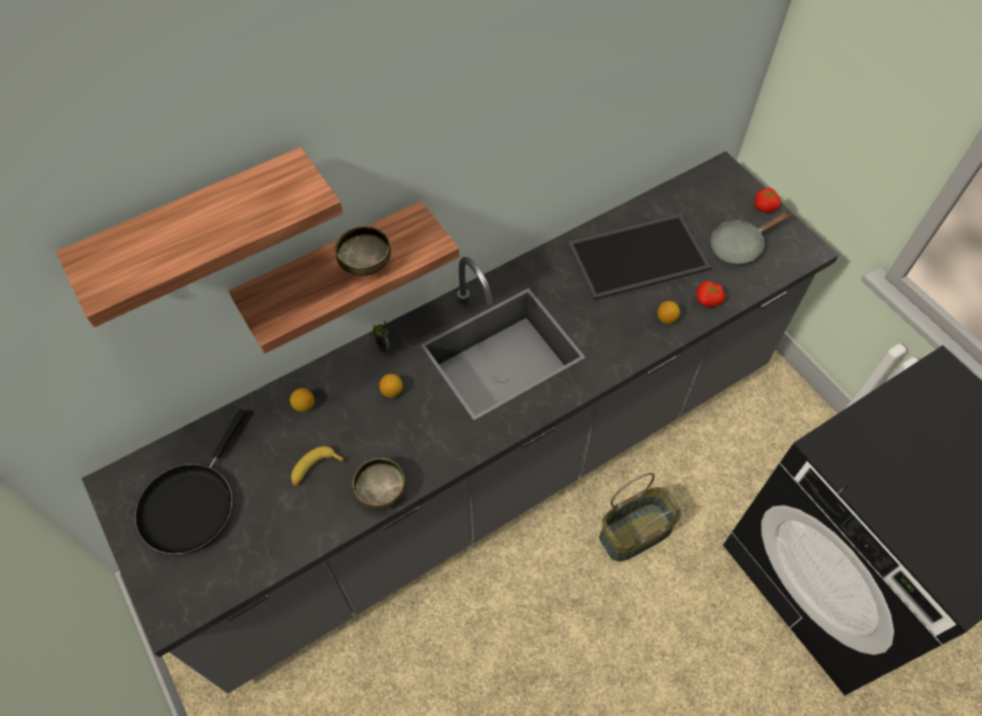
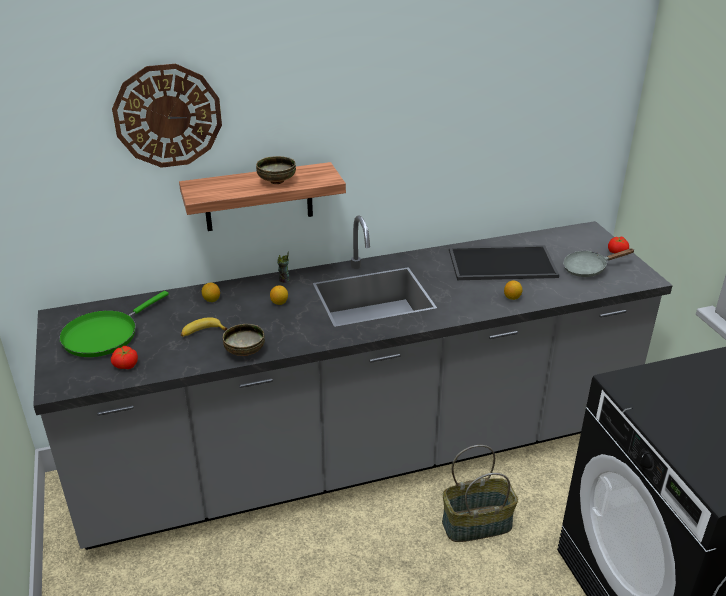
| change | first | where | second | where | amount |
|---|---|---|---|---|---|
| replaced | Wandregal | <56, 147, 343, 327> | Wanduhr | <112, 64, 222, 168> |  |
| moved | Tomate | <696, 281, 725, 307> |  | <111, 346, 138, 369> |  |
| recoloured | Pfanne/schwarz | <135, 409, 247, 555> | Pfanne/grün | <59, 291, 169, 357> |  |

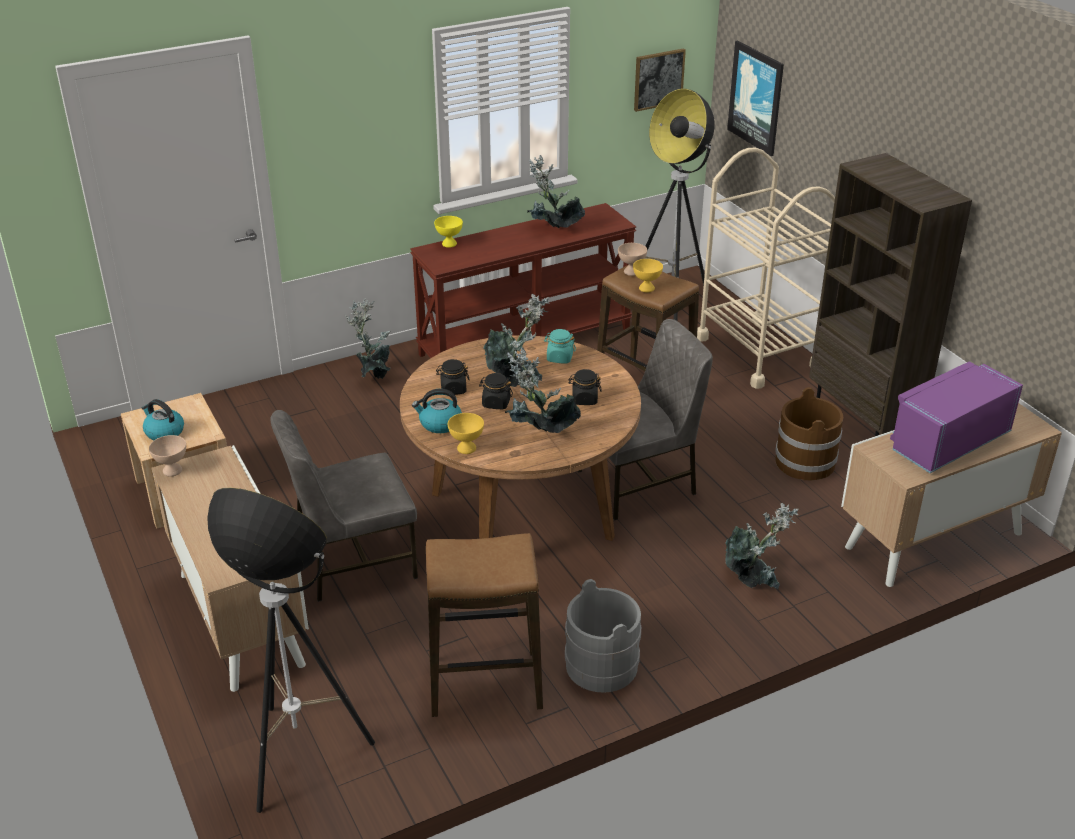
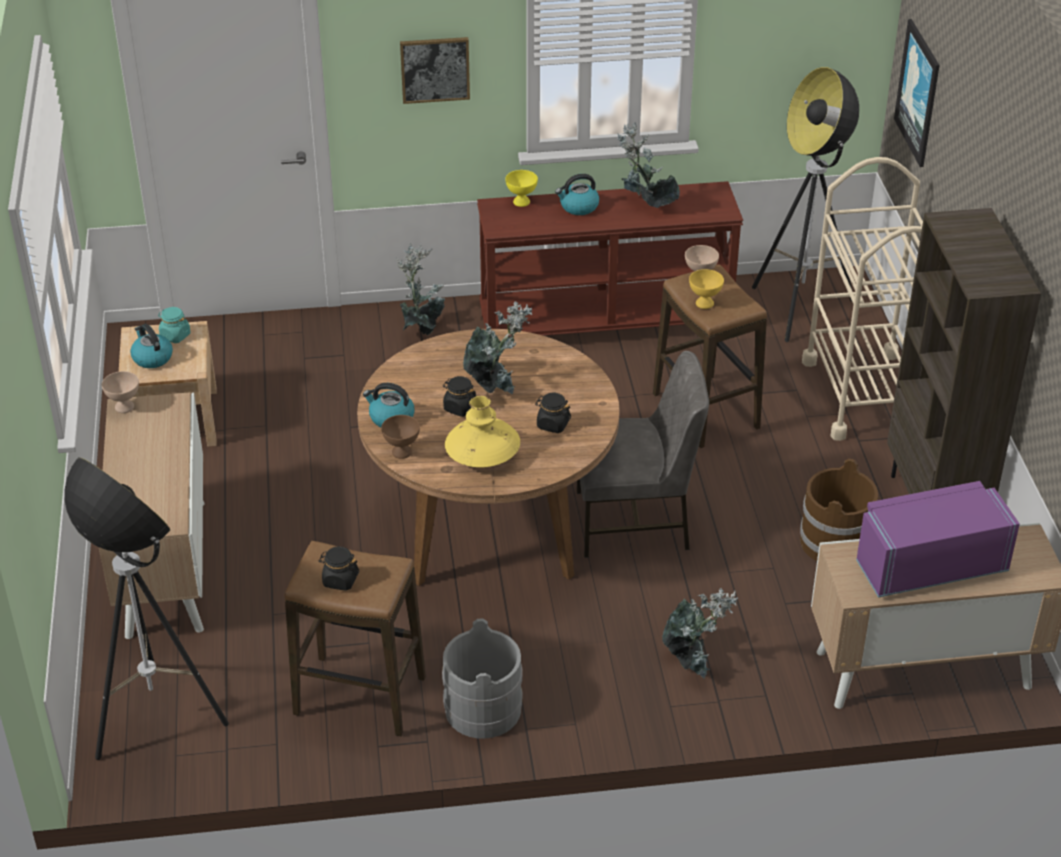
| change | first | where | second | where | amount |
|---|---|---|---|---|---|
| moved | Bild | <634, 48, 686, 112> |  | <400, 37, 470, 104> |  |
| moved | Vorratsglas/türkis | <544, 329, 576, 363> |  | <158, 307, 191, 343> |  |
| replaced | Topfpflanze | <505, 347, 581, 433> | Vase/gelb | <445, 396, 520, 468> |  |
| moved | Vorratsglas/schwarz | <436, 359, 470, 395> |  | <318, 546, 359, 591> |  |
| removed | Stuhl/grau | <270, 410, 418, 602> |  |  |  |
| recoloured | Schüssel/gelb | <448, 413, 484, 454> | Schüssel/braun | <381, 415, 420, 459> |  |
| added |  |  | Wasserkessel | <555, 174, 599, 215> |  |

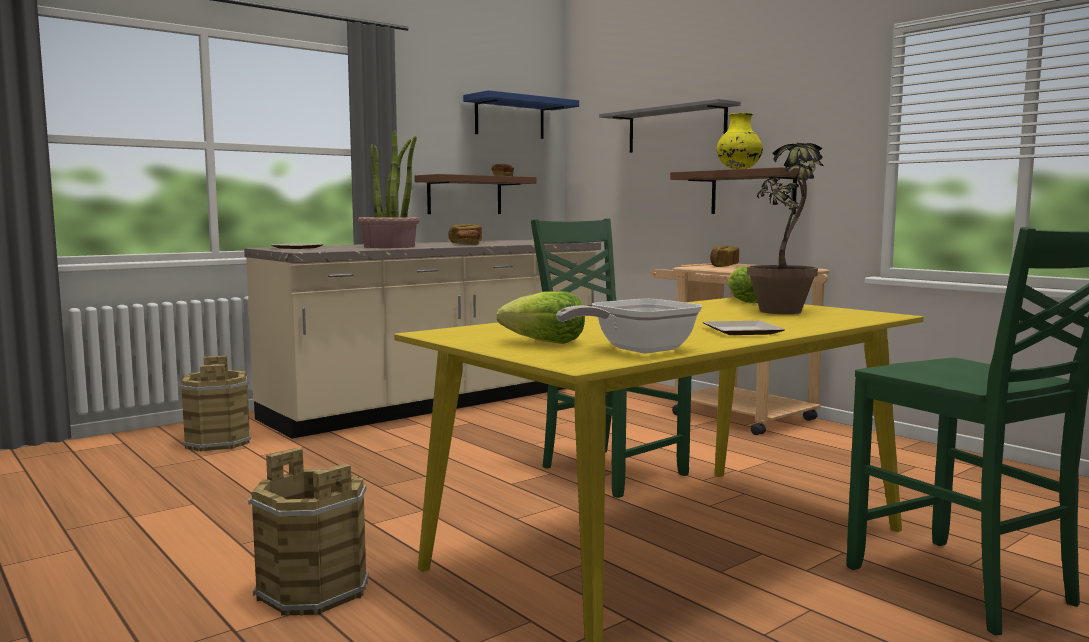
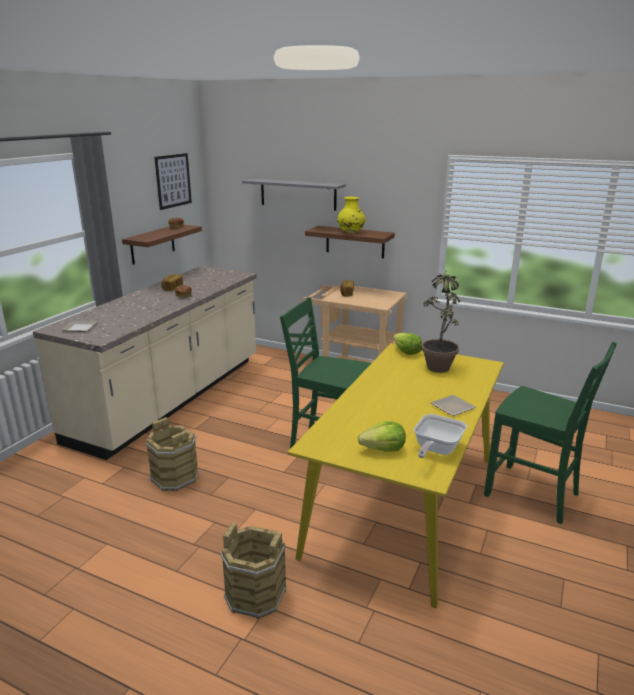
| change | first | where | second | where | amount |
|---|---|---|---|---|---|
| replaced | Wandregal/blau | <463, 90, 579, 139> | Bild | <154, 153, 192, 210> |  |
| removed | Topfpflanze | <358, 131, 419, 248> |  |  |  |
| moved | Eimer/braun | <179, 356, 251, 452> |  | <145, 417, 199, 491> |  |

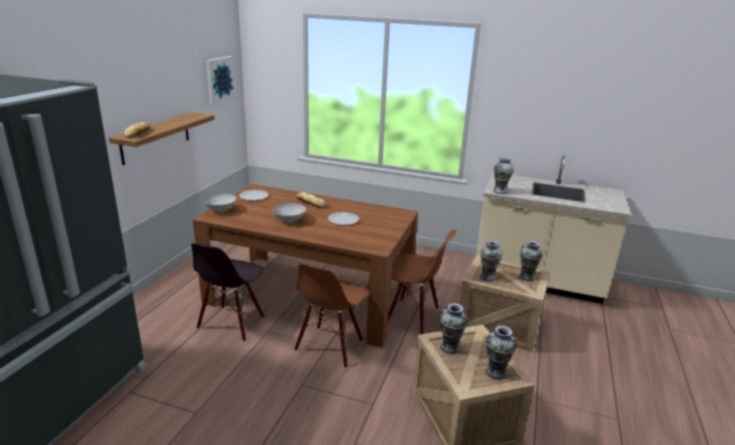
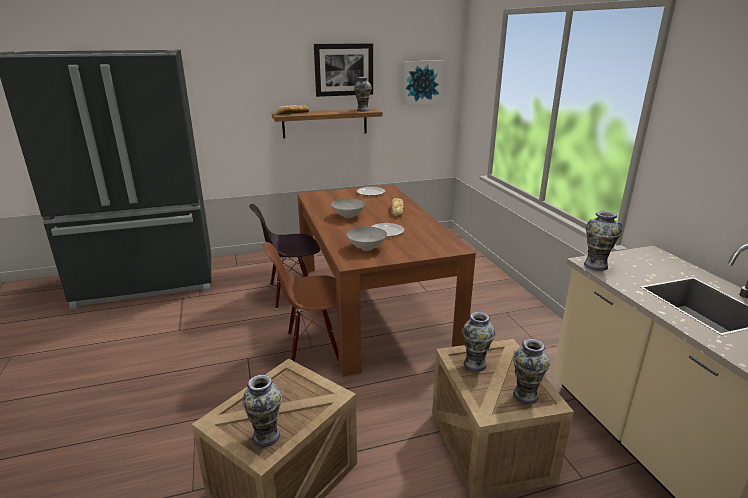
| change | first | where | second | where | amount |
|---|---|---|---|---|---|
| moved | Schüssel/grau | <203, 193, 237, 212> |  | <347, 227, 387, 250> |  |
| removed | Stuhl/braun | <388, 230, 456, 334> |  |  |  |
| moved | Vase | <439, 303, 468, 354> |  | <354, 77, 372, 111> |  |
| added |  |  | Bild | <314, 43, 373, 97> |  |

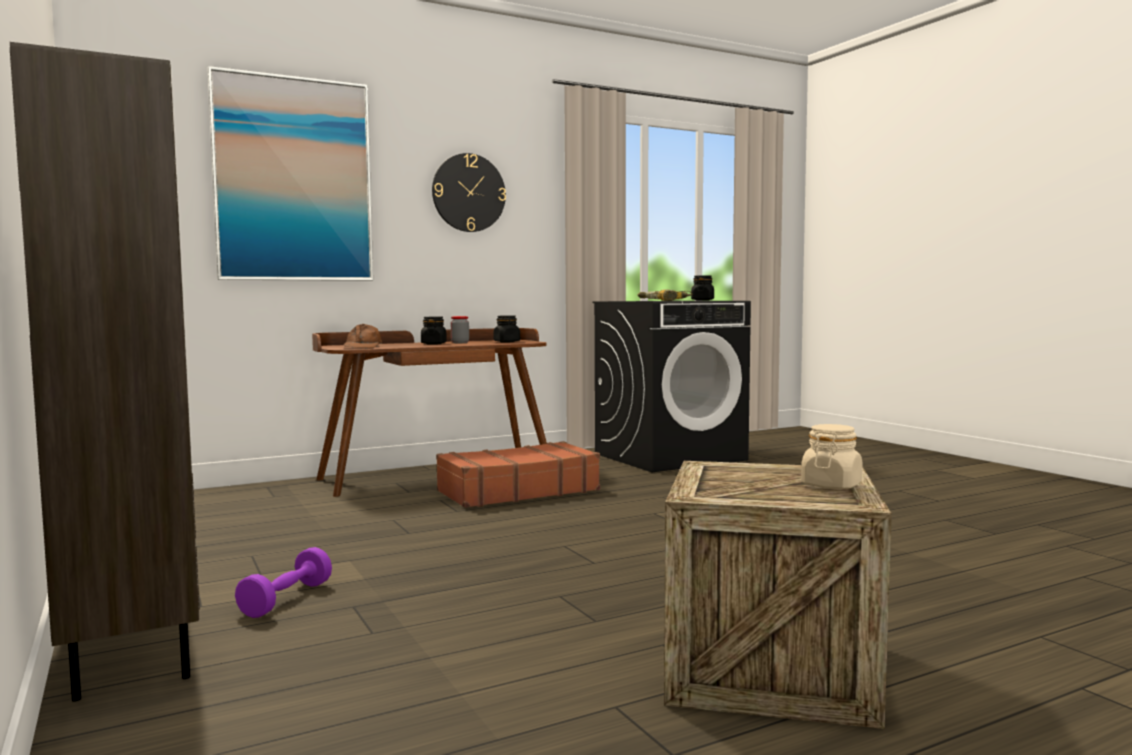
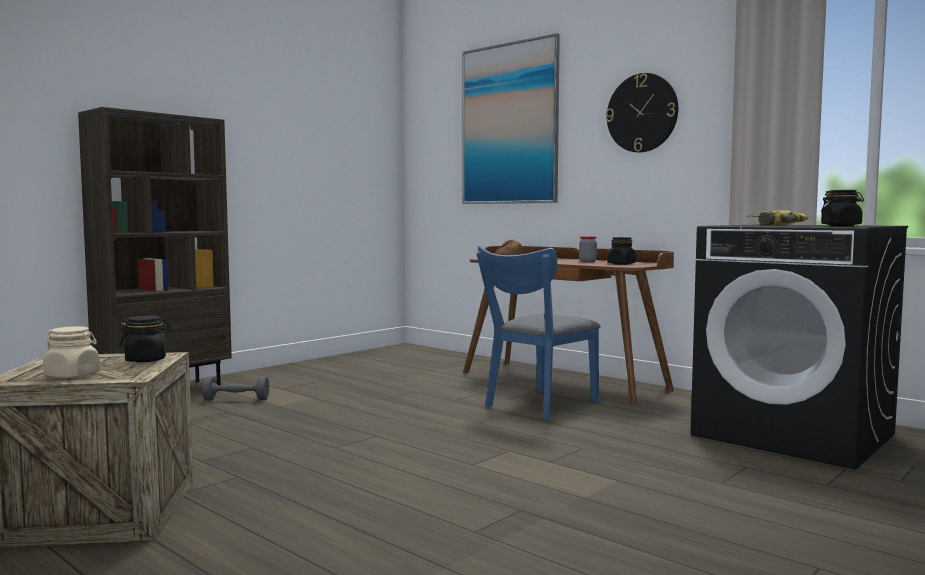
| change | first | where | second | where | amount |
|---|---|---|---|---|---|
| moved | Vorratsglas/schwarz | <421, 317, 447, 345> |  | <120, 316, 171, 362> |  |
| replaced | Koffer/braun | <436, 441, 600, 508> | Stuhl/blau | <477, 245, 600, 420> |  |
| recoloured | Hantel/lila | <235, 547, 332, 618> | Hantel/grau | <202, 376, 269, 400> |  |

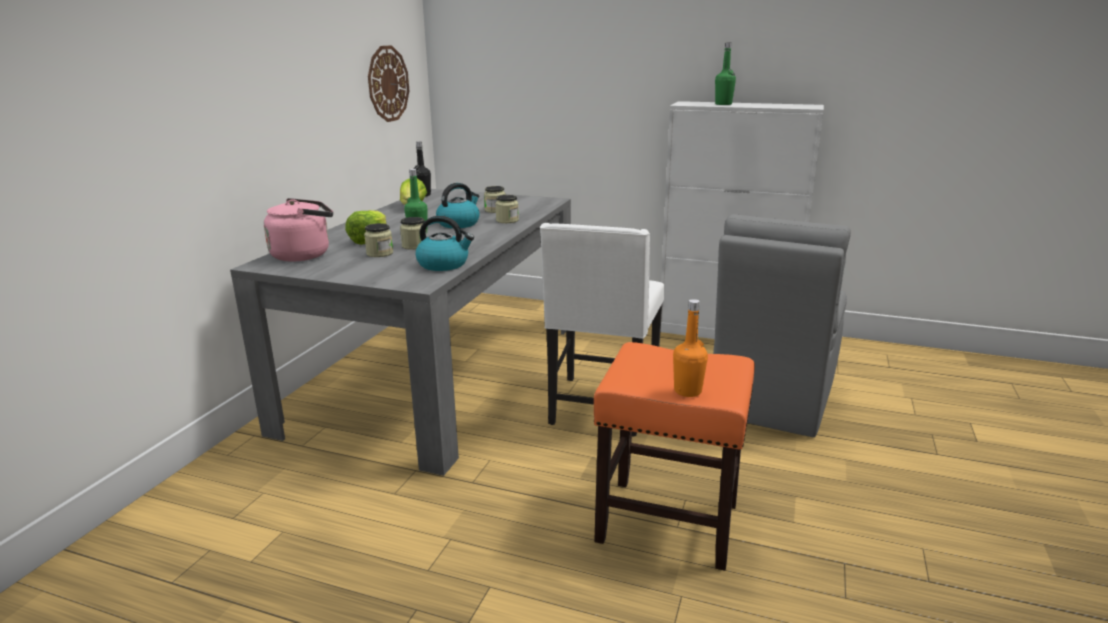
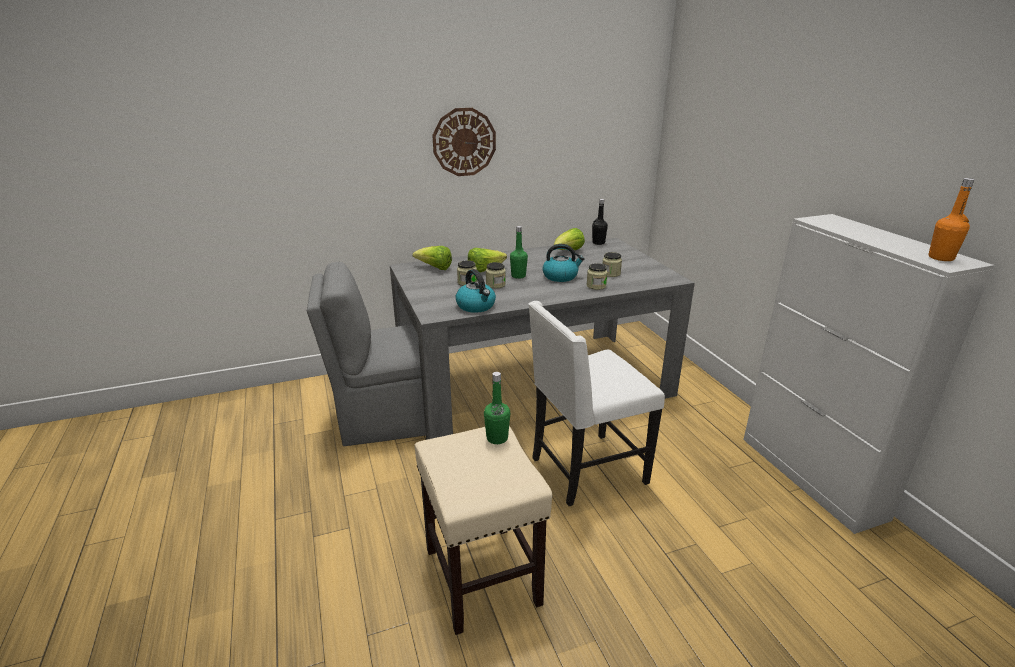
| change | first | where | second | where | amount |
|---|---|---|---|---|---|
| moved | Flasche/grün | <715, 43, 736, 105> |  | <484, 372, 510, 444> |  |
| moved | Wanduhr | <368, 45, 409, 122> |  | <432, 108, 496, 176> |  |
| replaced | Wasserkessel/rosa | <264, 198, 333, 262> | Salatkopf | <413, 246, 452, 270> |  |
| moved | Stuhl/grau | <713, 214, 851, 437> |  | <307, 261, 426, 446> |  |
| moved | Flasche/orange | <673, 299, 708, 397> |  | <928, 178, 974, 261> |  |
| recoloured | Hocker/orange | <594, 342, 755, 571> | Hocker/beige | <414, 426, 552, 635> |  |

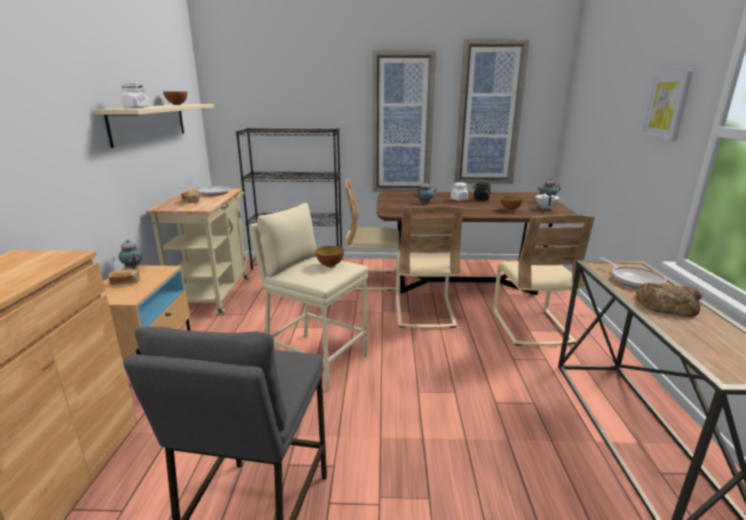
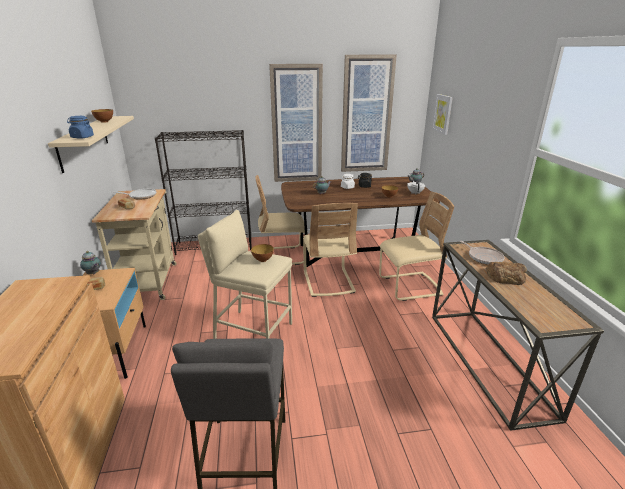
| change | first | where | second | where | amount |
|---|---|---|---|---|---|
| moved | Bild | <641, 71, 693, 141> |  | <432, 94, 453, 135> |  |
| recoloured | Vorratsglas/weiß | <121, 83, 149, 108> | Vorratsglas/blau | <67, 116, 94, 139> |  |
| turned | Stuhl/beige | <494, 215, 595, 346> |  | <379, 192, 454, 301> | 90 degrees counterclockwise |

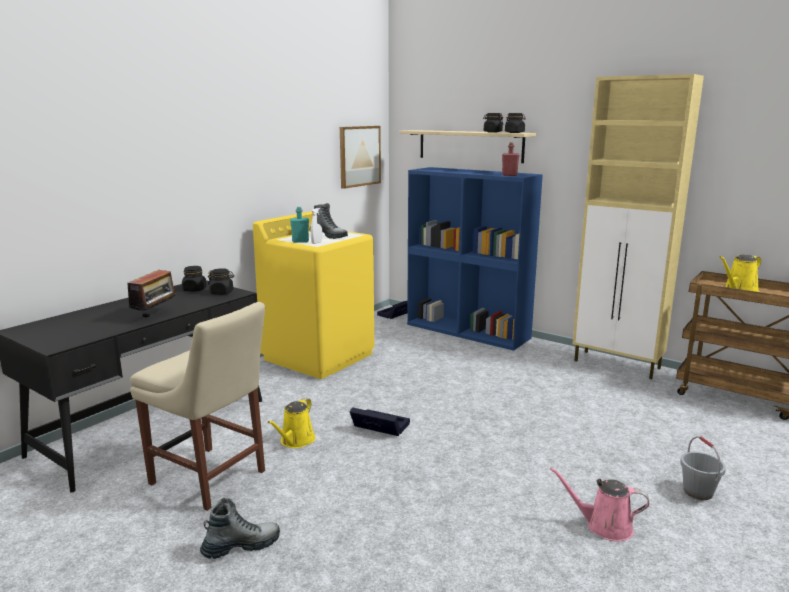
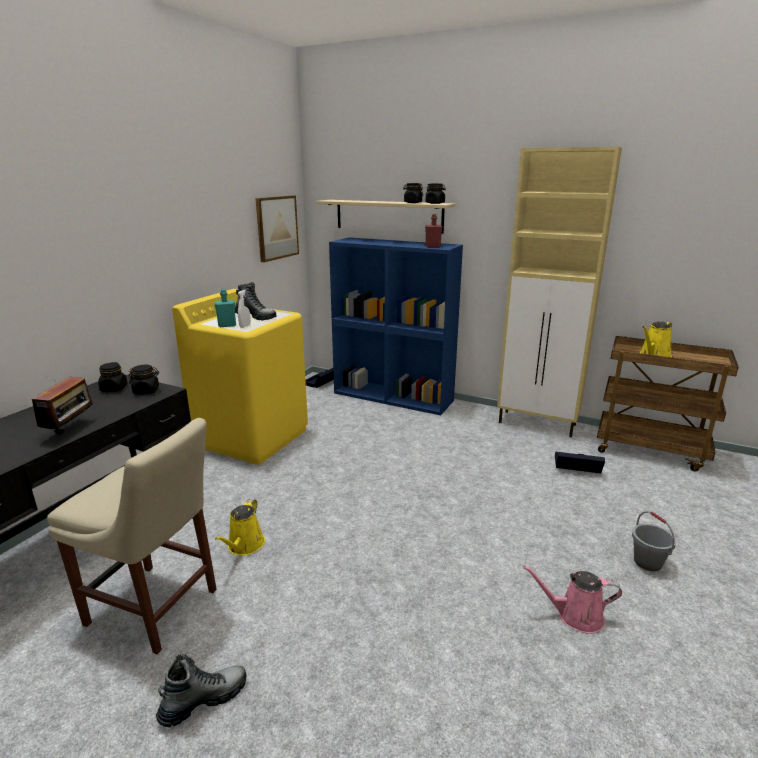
| change | first | where | second | where | amount |
|---|---|---|---|---|---|
| moved | Aufbewahrungsbox/schwarz | <350, 407, 410, 436> |  | <555, 452, 605, 473> |  |

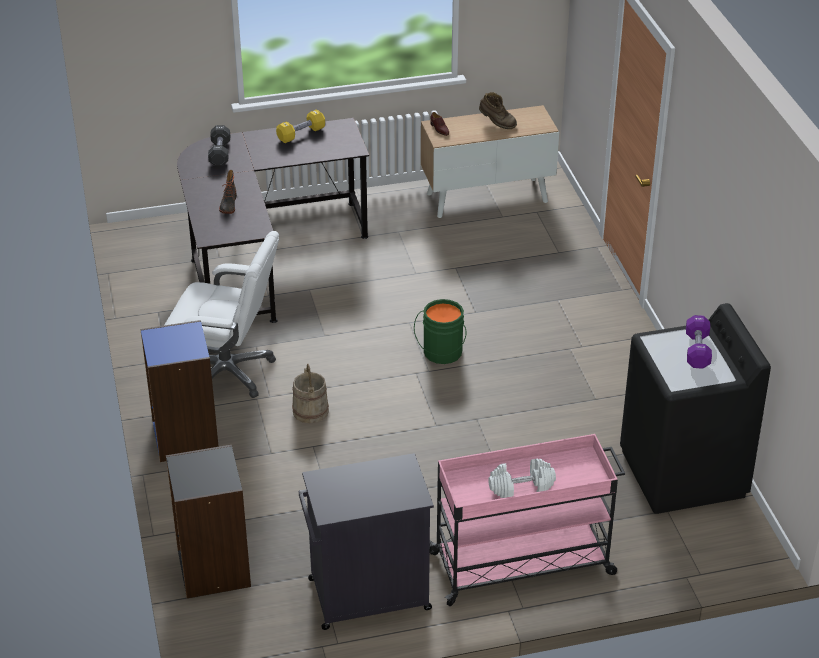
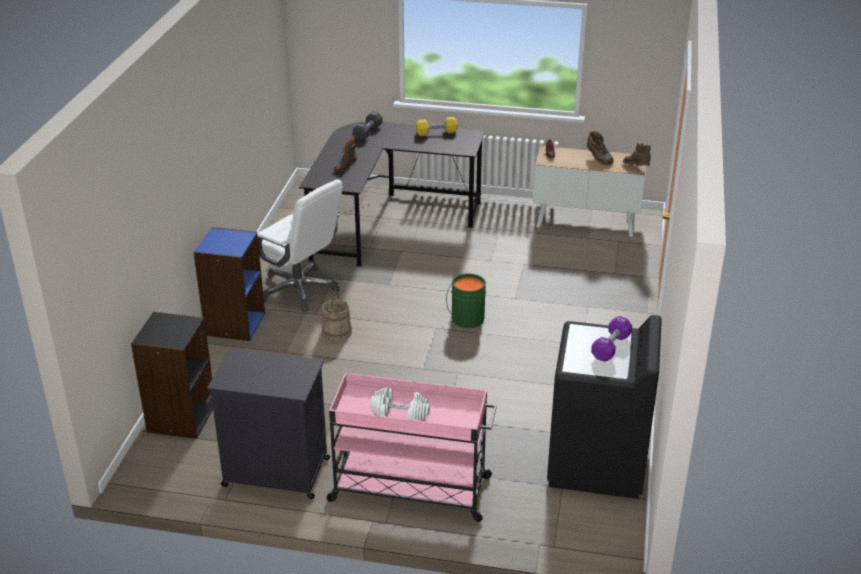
| change | first | where | second | where | amount |
|---|---|---|---|---|---|
| added |  |  | Stiefel/braun | <623, 143, 651, 166> |  |

